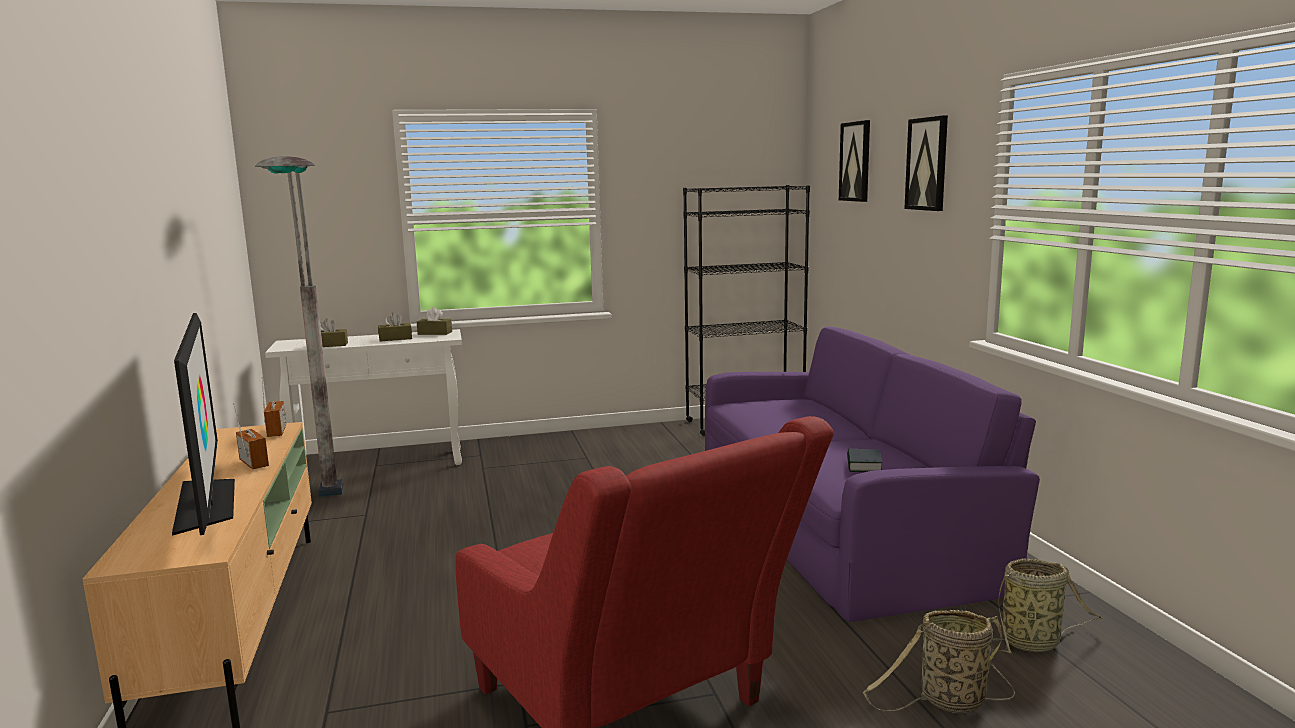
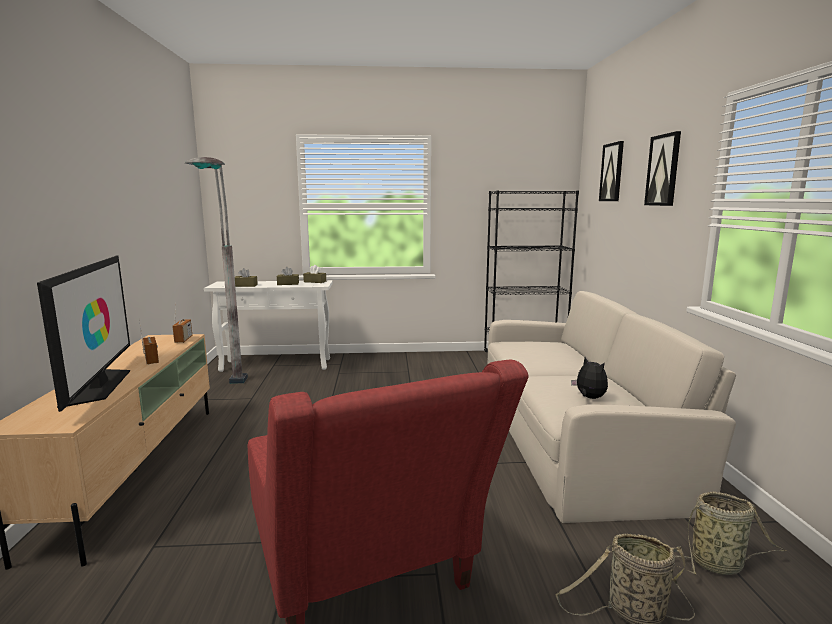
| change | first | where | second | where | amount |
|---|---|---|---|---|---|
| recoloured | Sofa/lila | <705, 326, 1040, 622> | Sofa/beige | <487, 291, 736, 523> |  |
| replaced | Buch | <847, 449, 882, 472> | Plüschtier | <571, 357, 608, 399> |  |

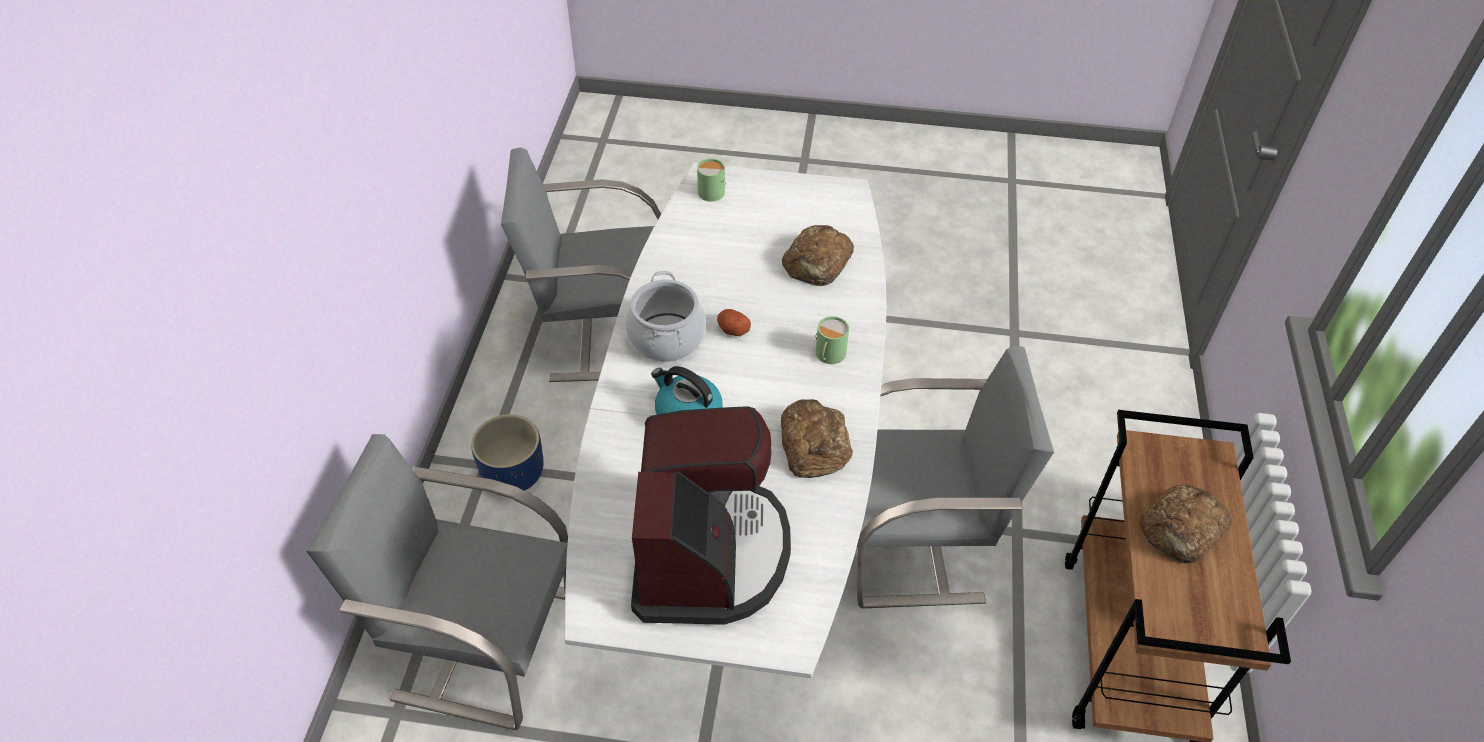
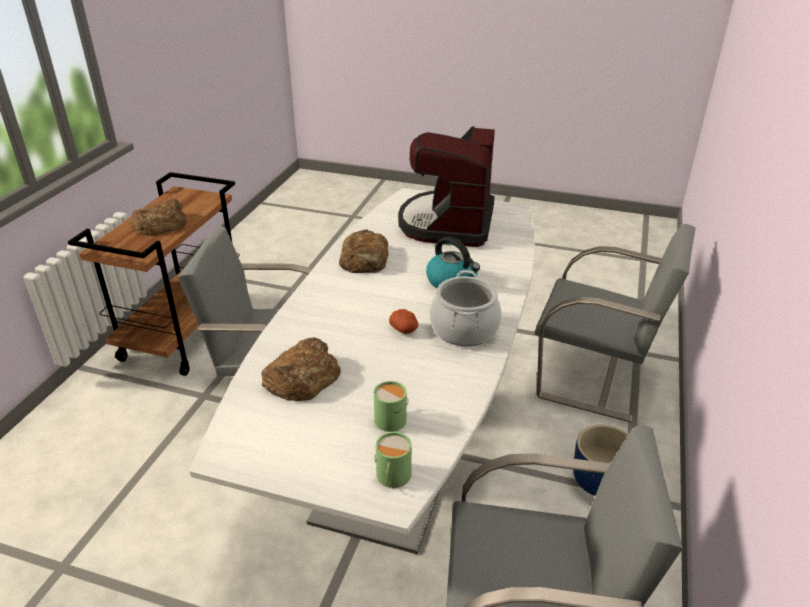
| change | first | where | second | where | amount |
|---|---|---|---|---|---|
| moved | Henkelbecher/grün | <816, 316, 849, 364> |  | <374, 381, 408, 432> |  |

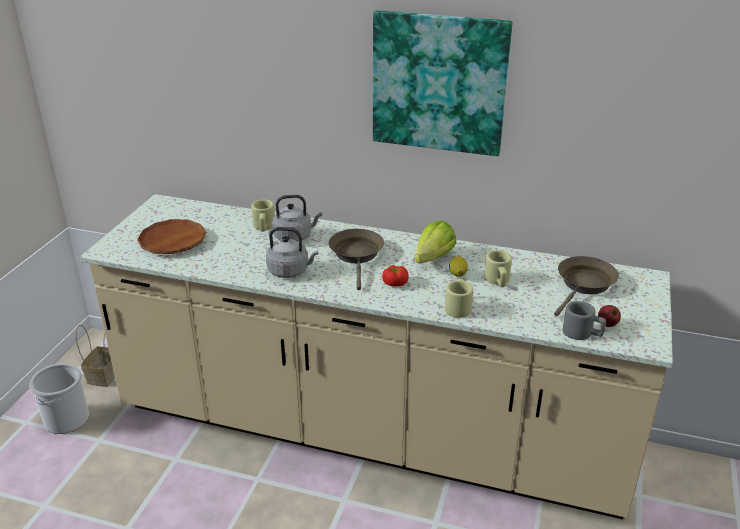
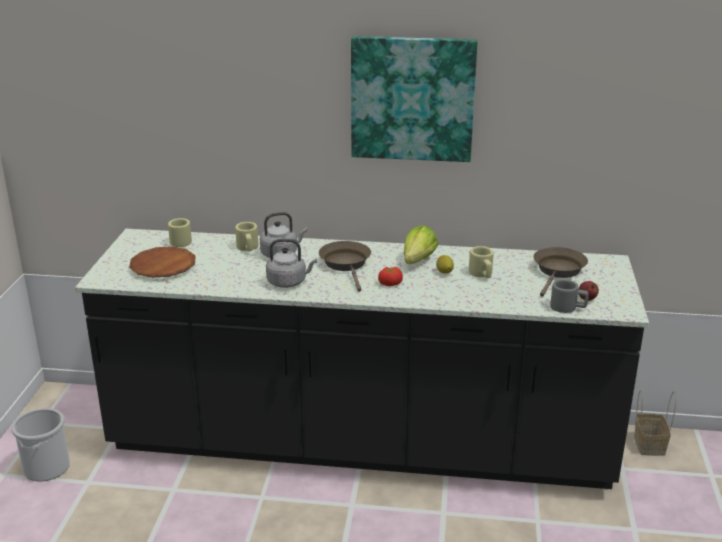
| change | first | where | second | where | amount |
|---|---|---|---|---|---|
| recoloured | Küchenzeile/beige | <80, 194, 673, 519> | Küchenzeile/schwarz | <75, 229, 649, 489> |  |
| moved | Henkelbecher/beige | <445, 279, 473, 318> |  | <168, 218, 192, 247> |  |
| moved | Korb | <76, 325, 115, 387> |  | <634, 390, 676, 456> |  |

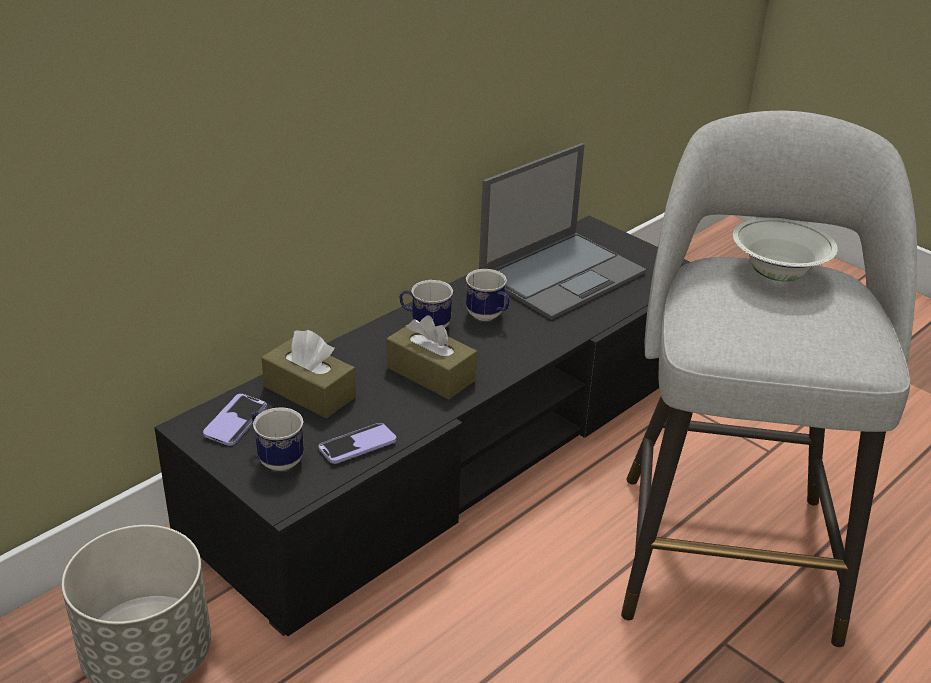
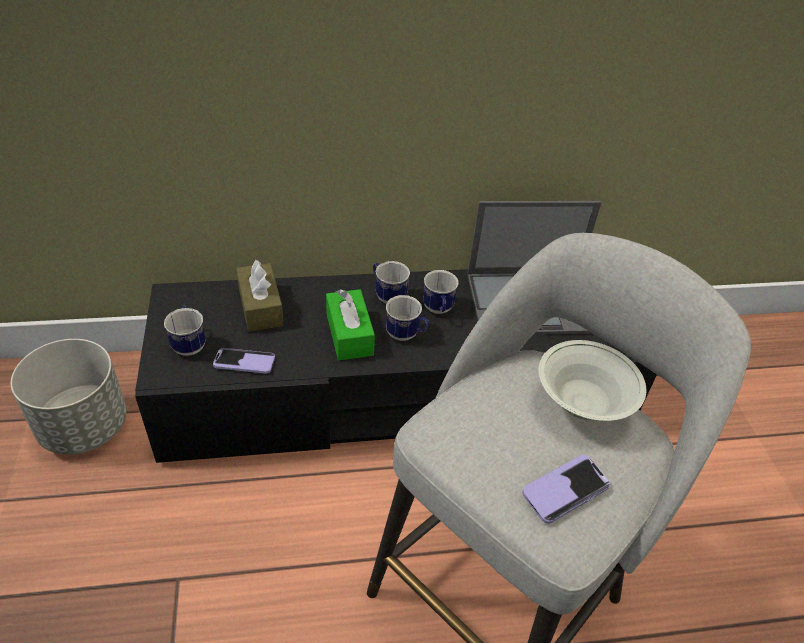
| change | first | where | second | where | amount |
|---|---|---|---|---|---|
| recoloured | Taschentuchbox/braun | <386, 316, 478, 400> | Taschentuchbox/grün | <326, 289, 375, 360> |  |
| moved | Handy | <203, 394, 267, 446> |  | <522, 455, 610, 524> |  |
| added |  |  | Henkelbecher | <386, 295, 429, 341> |  |

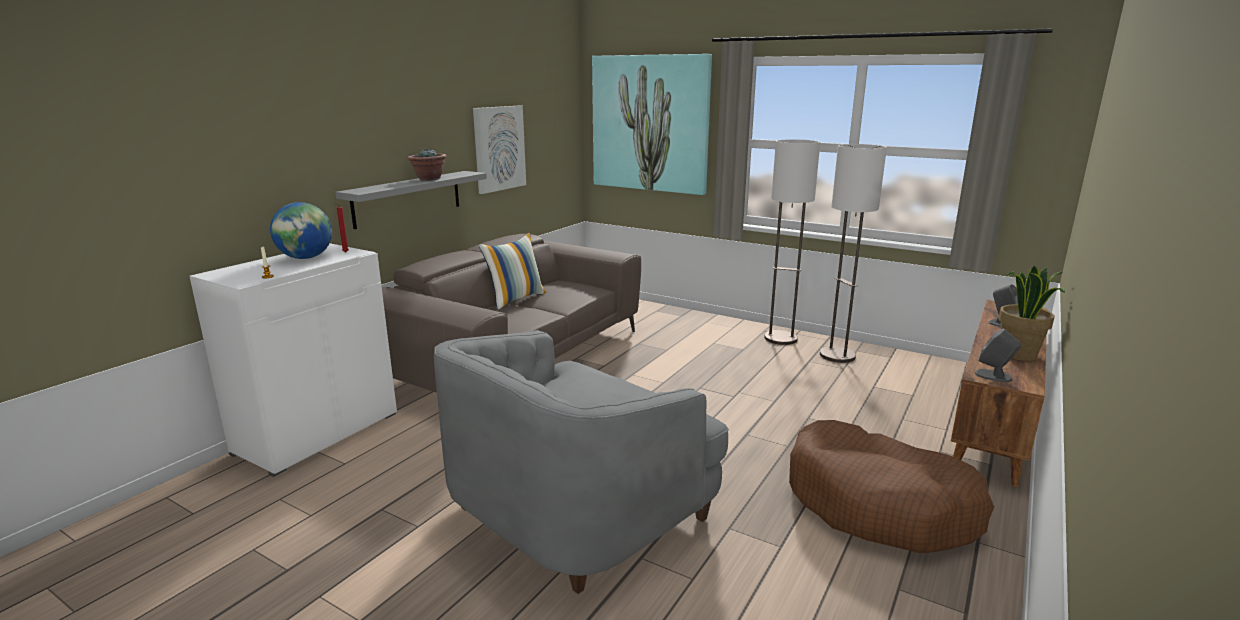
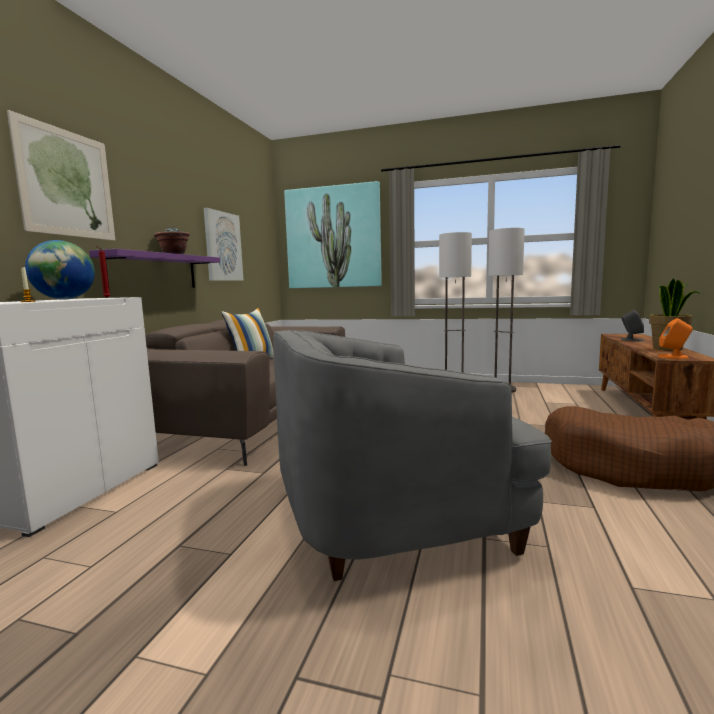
| change | first | where | second | where | amount |
|---|---|---|---|---|---|
| recoloured | Wandregal/grau | <335, 171, 487, 229> | Wandregal/lila | <89, 249, 220, 288> |  |
| recoloured | Lautsprecher/grau | <974, 329, 1021, 382> | Lautsprecher/orange | <658, 318, 693, 359> |  |
| turned | Sessel/grau | <434, 330, 729, 594> |  | <273, 330, 552, 581> | 45 degrees clockwise |
| added |  |  | Bild | <7, 110, 115, 241> |  |

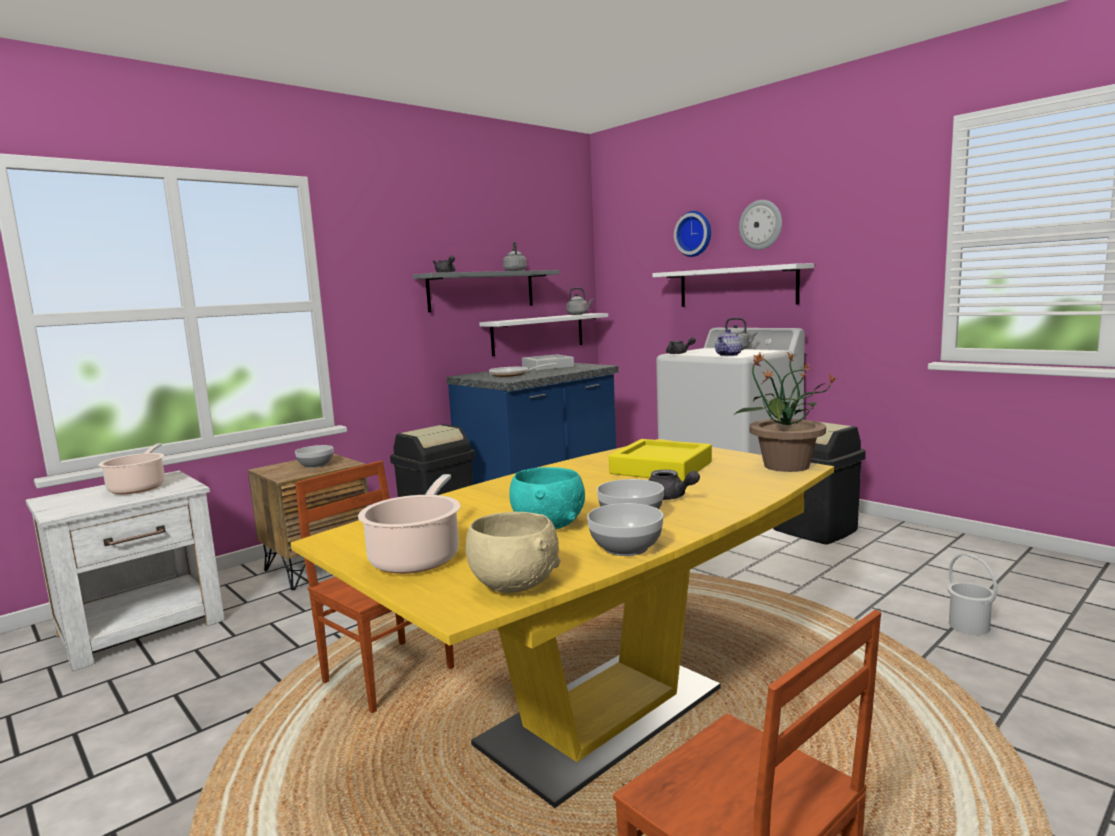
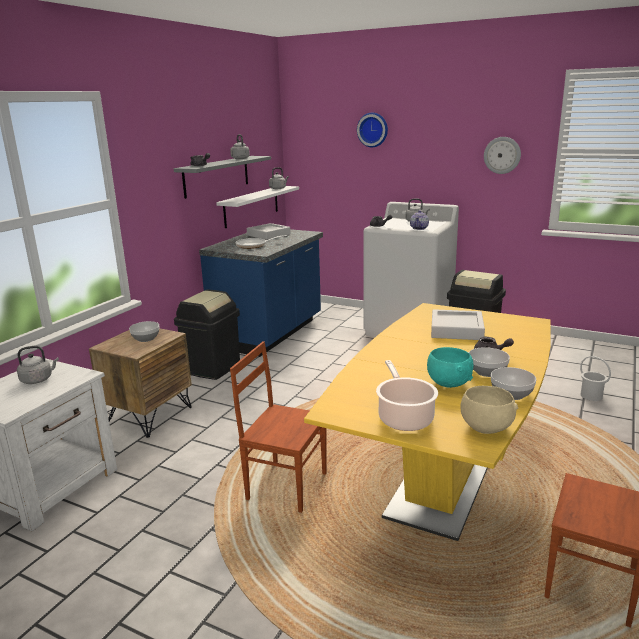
| change | first | where | second | where | amount |
|---|---|---|---|---|---|
| moved | Wanduhr | <739, 200, 782, 250> |  | <484, 137, 521, 174> |  |
| removed | Wandregal/weiß | <652, 263, 814, 307> |  |  |  |
| removed | Topfpflanze | <734, 353, 838, 472> |  |  |  |
| recoloured | Tablett/gelb | <609, 439, 712, 482> | Tablett/grau | <431, 309, 485, 340> |  |
| replaced | Kochtopf | <98, 443, 165, 494> | Wasserkessel/grau | <17, 346, 59, 384> |  |

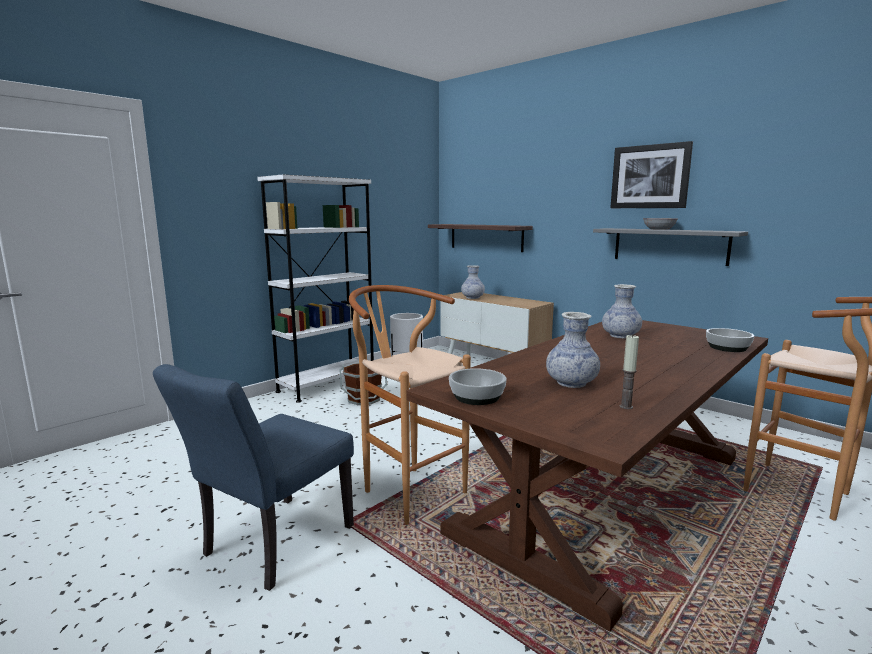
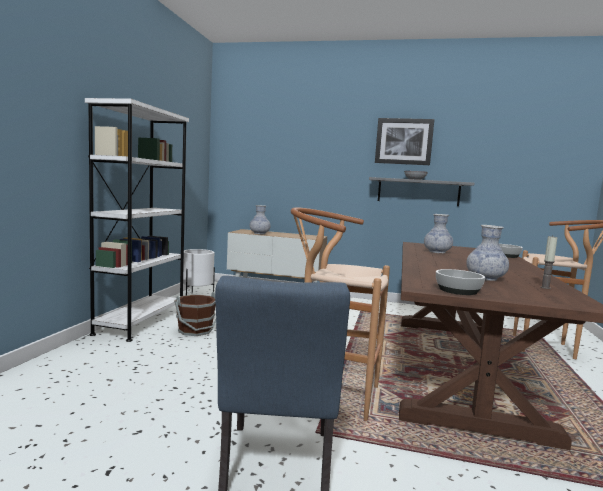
| change | first | where | second | where | amount |
|---|---|---|---|---|---|
| removed | Wandregal | <428, 224, 533, 252> |  |  |  |

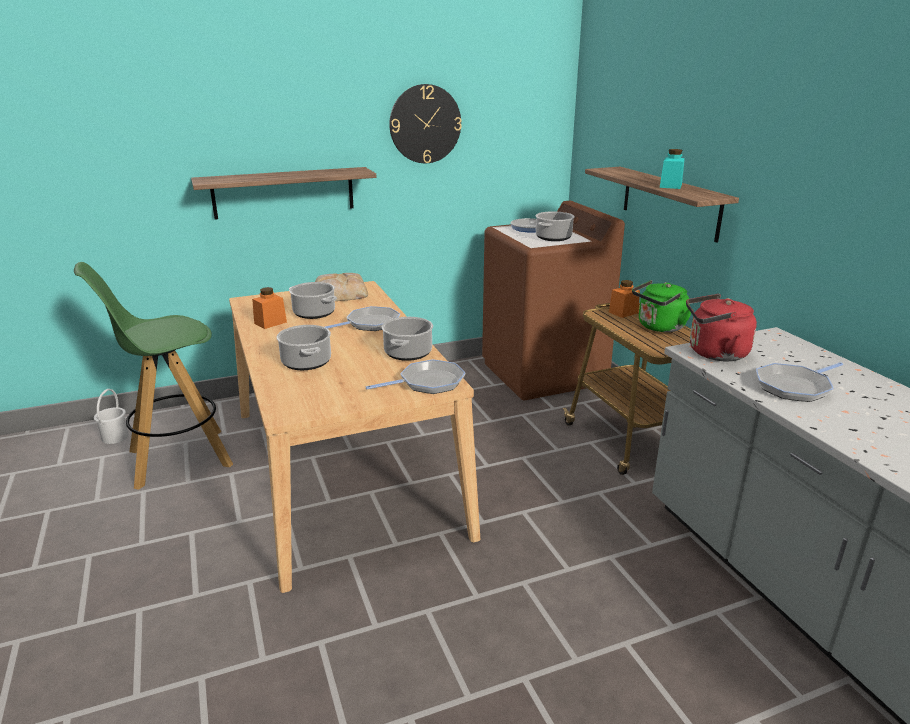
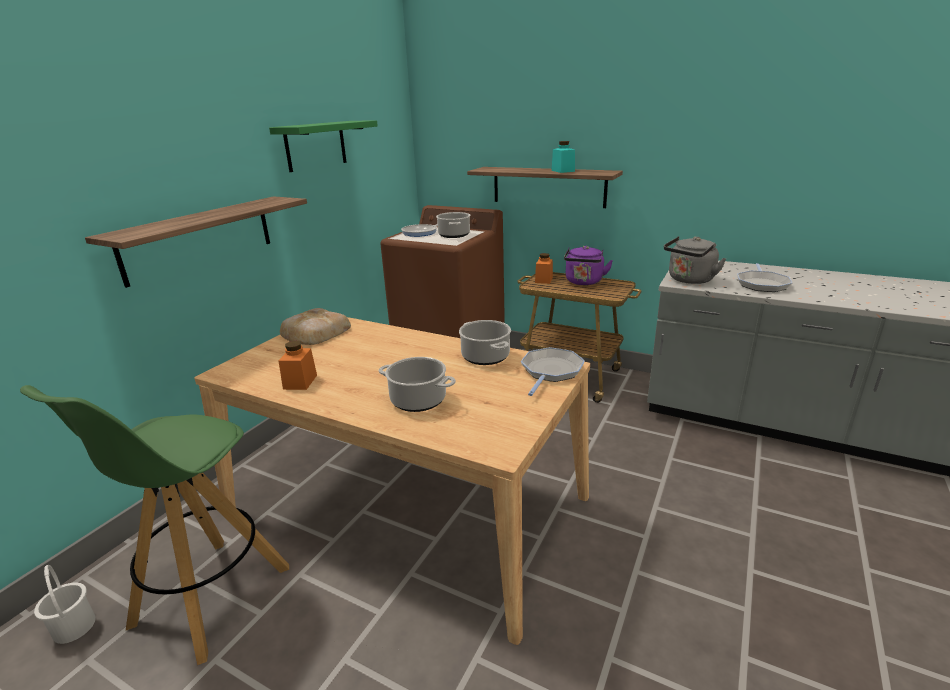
| change | first | where | second | where | amount |
|---|---|---|---|---|---|
| replaced | Wanduhr | <389, 84, 462, 163> | Wandregal/grün | <269, 120, 378, 172> |  |
| recoloured | Wasserkessel/grün | <632, 280, 693, 332> | Wasserkessel/lila | <564, 246, 613, 285> |  |
| removed | Kochtopf | <289, 282, 337, 319> |  |  |  |
| recoloured | Wasserkessel/rot | <686, 294, 757, 361> | Wasserkessel/grau | <664, 236, 726, 284> |  |
| removed | Pfanne | <325, 306, 400, 331> |  |  |  |

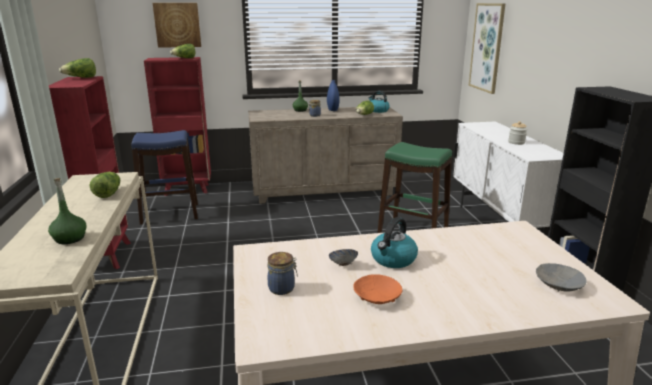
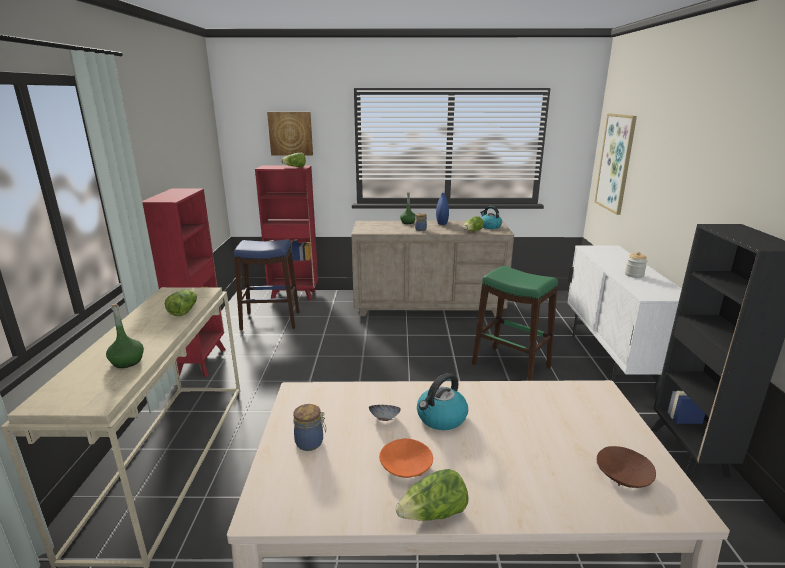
| change | first | where | second | where | amount |
|---|---|---|---|---|---|
| moved | Salatkopf | <59, 58, 96, 78> |  | <396, 469, 469, 521> |  |
| recoloured | Schüssel/grau | <536, 263, 587, 292> | Schüssel/braun | <597, 446, 656, 488> |  |

